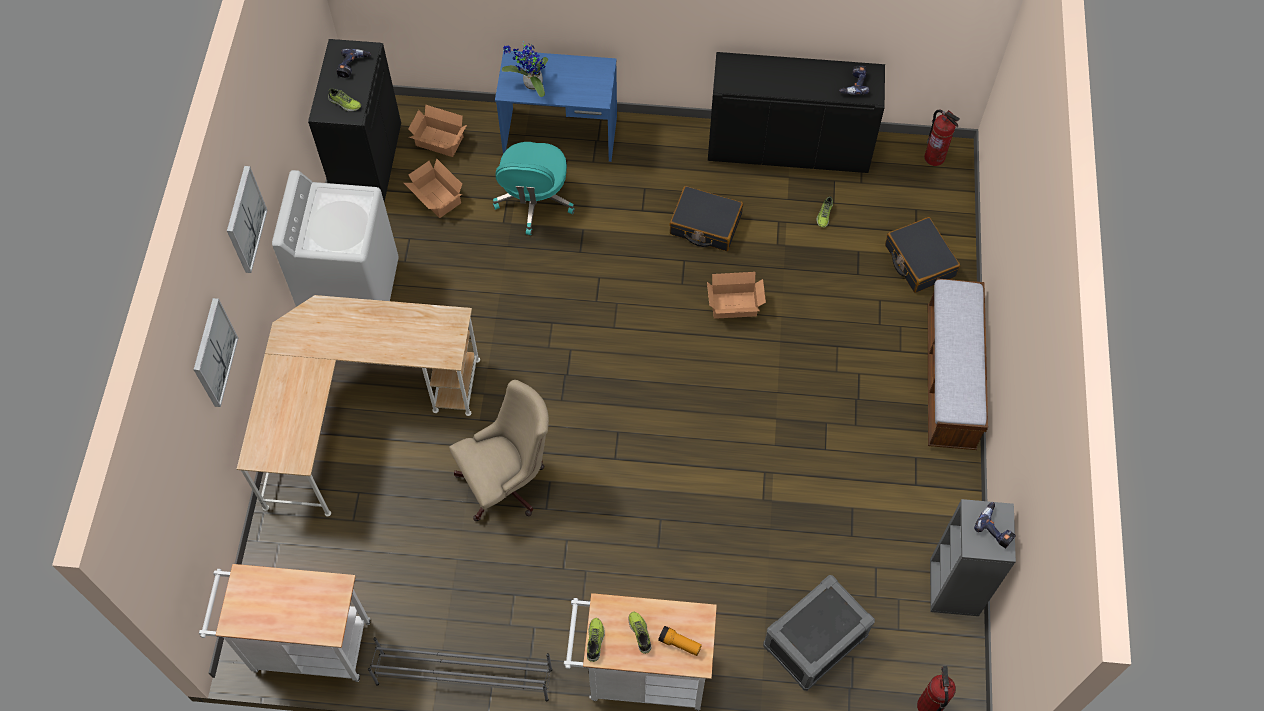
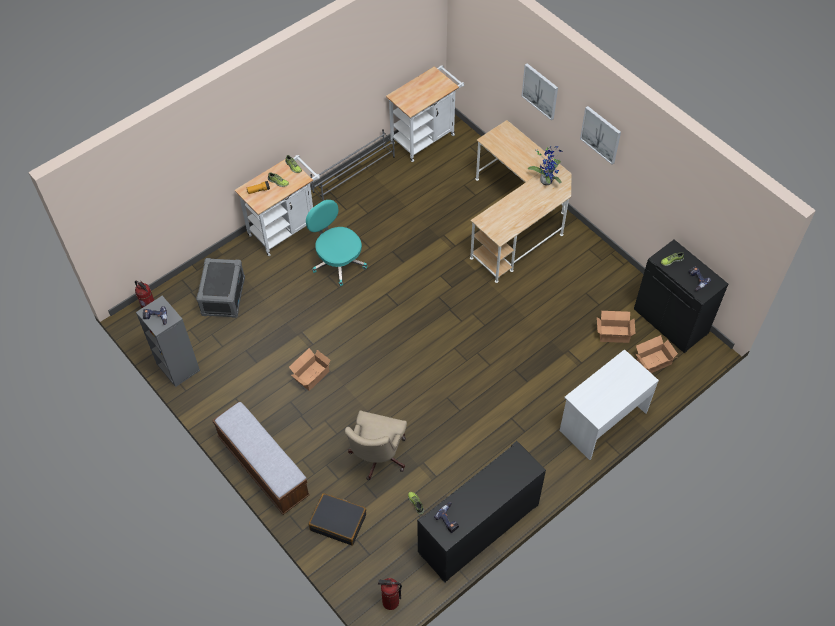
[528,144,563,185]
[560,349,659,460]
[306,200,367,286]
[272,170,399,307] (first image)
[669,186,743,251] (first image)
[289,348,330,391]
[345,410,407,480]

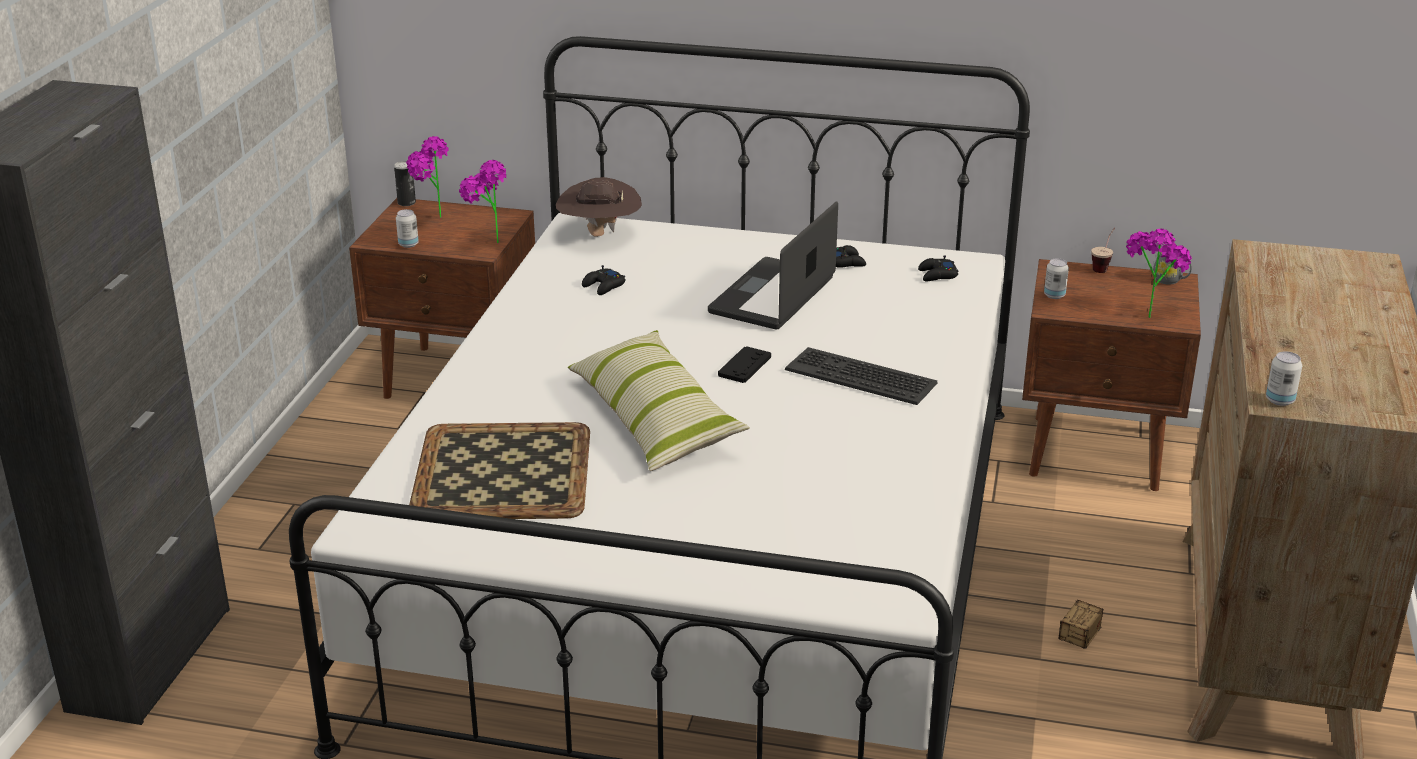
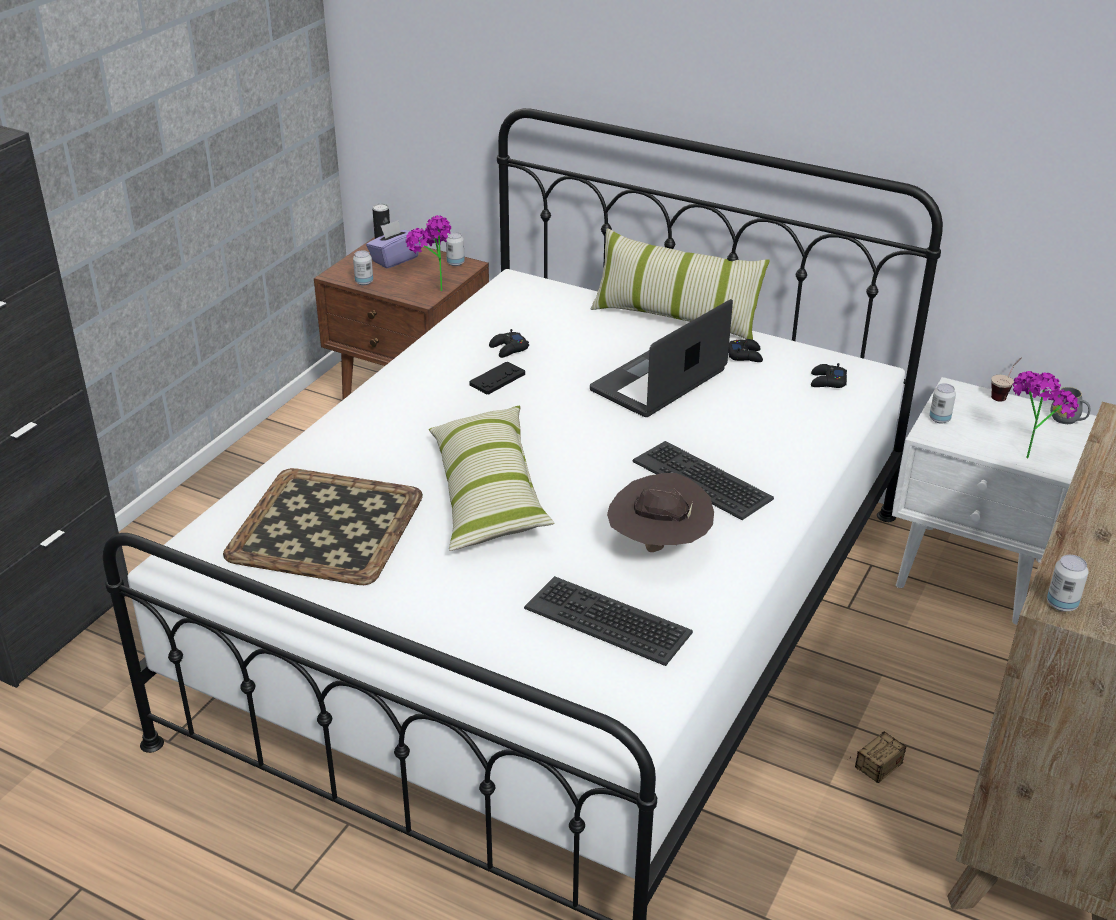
[366,220,422,269]
[607,473,714,552]
[892,377,1096,625]
[469,362,525,394]
[590,228,770,340]
[446,232,465,266]
[524,576,693,666]

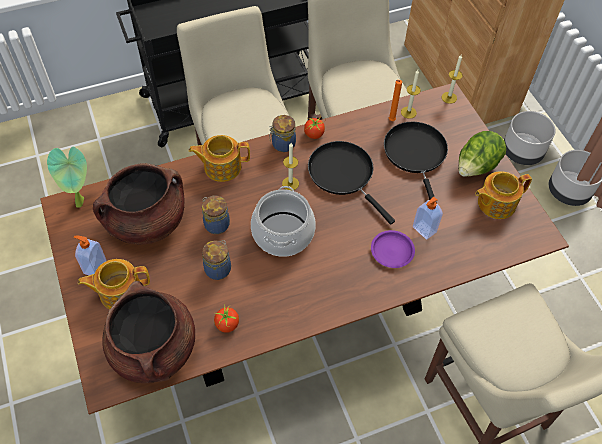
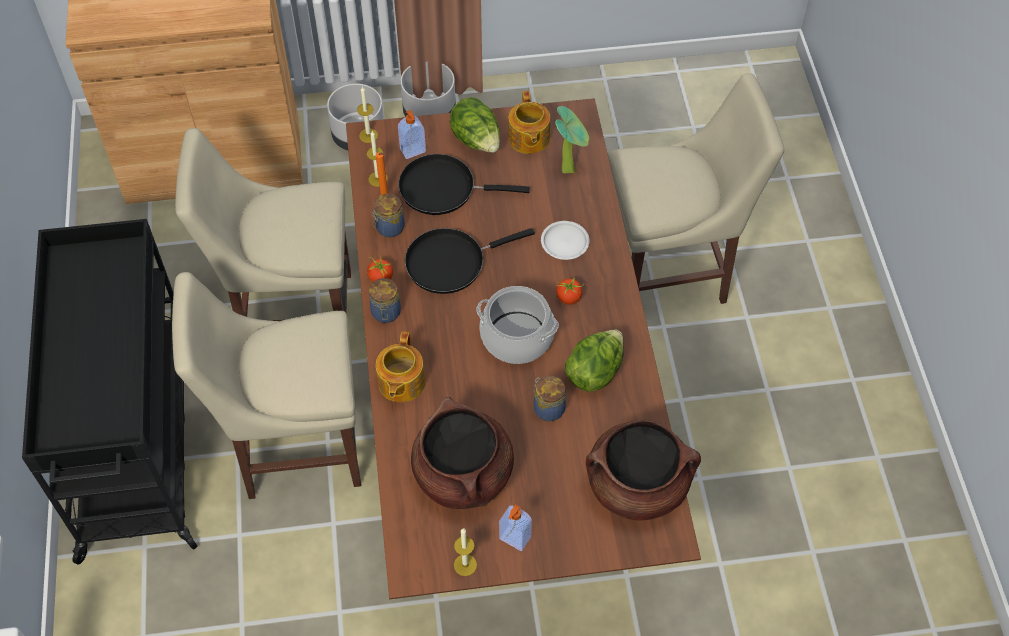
[454,528,477,576]
[555,106,589,174]
[372,193,404,238]
[398,110,426,159]
[541,221,589,260]
[78,259,150,309] (first image)
[556,278,583,305]
[565,330,624,392]

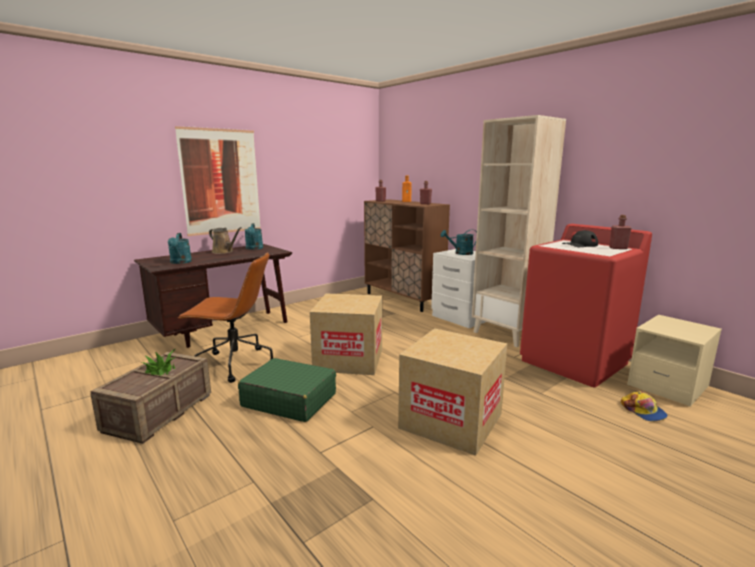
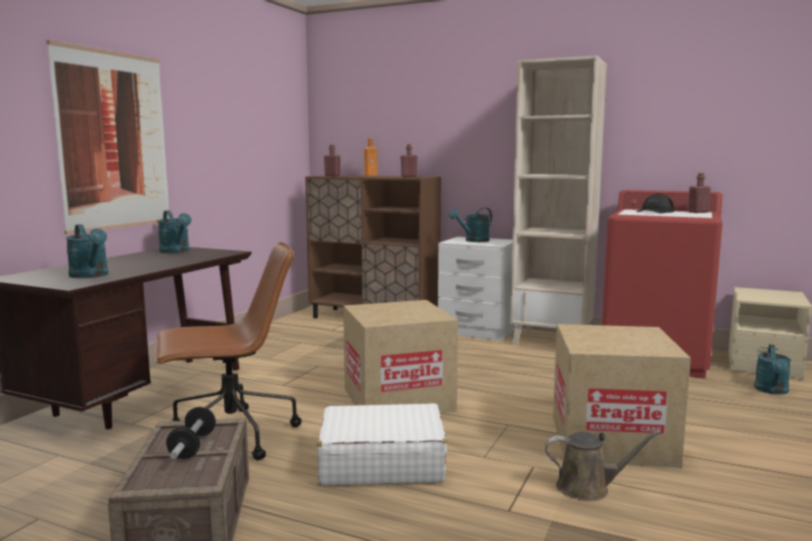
[545,430,661,501]
[166,407,216,459]
[317,403,447,486]
[754,344,791,395]

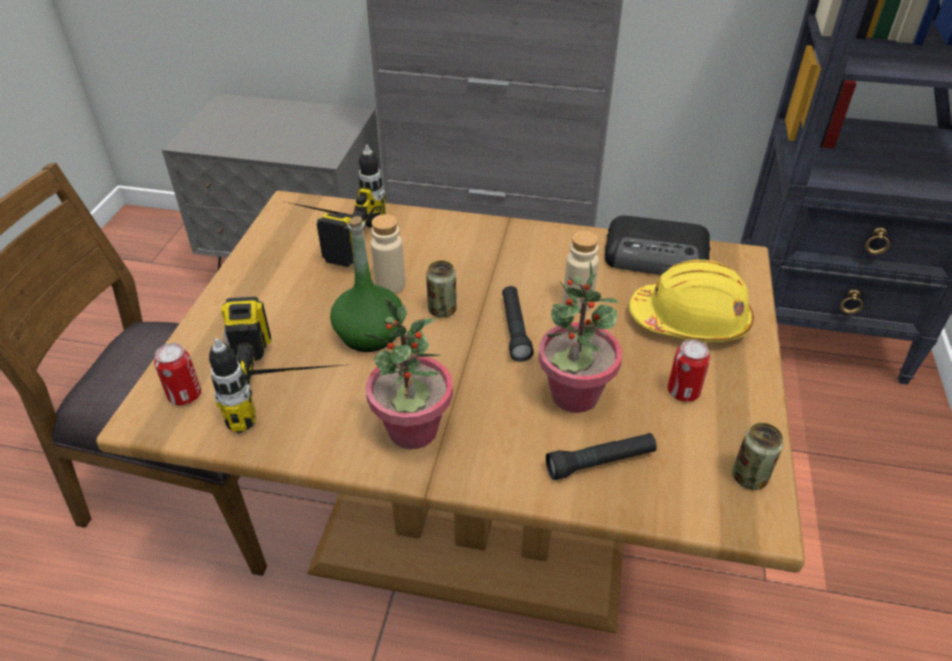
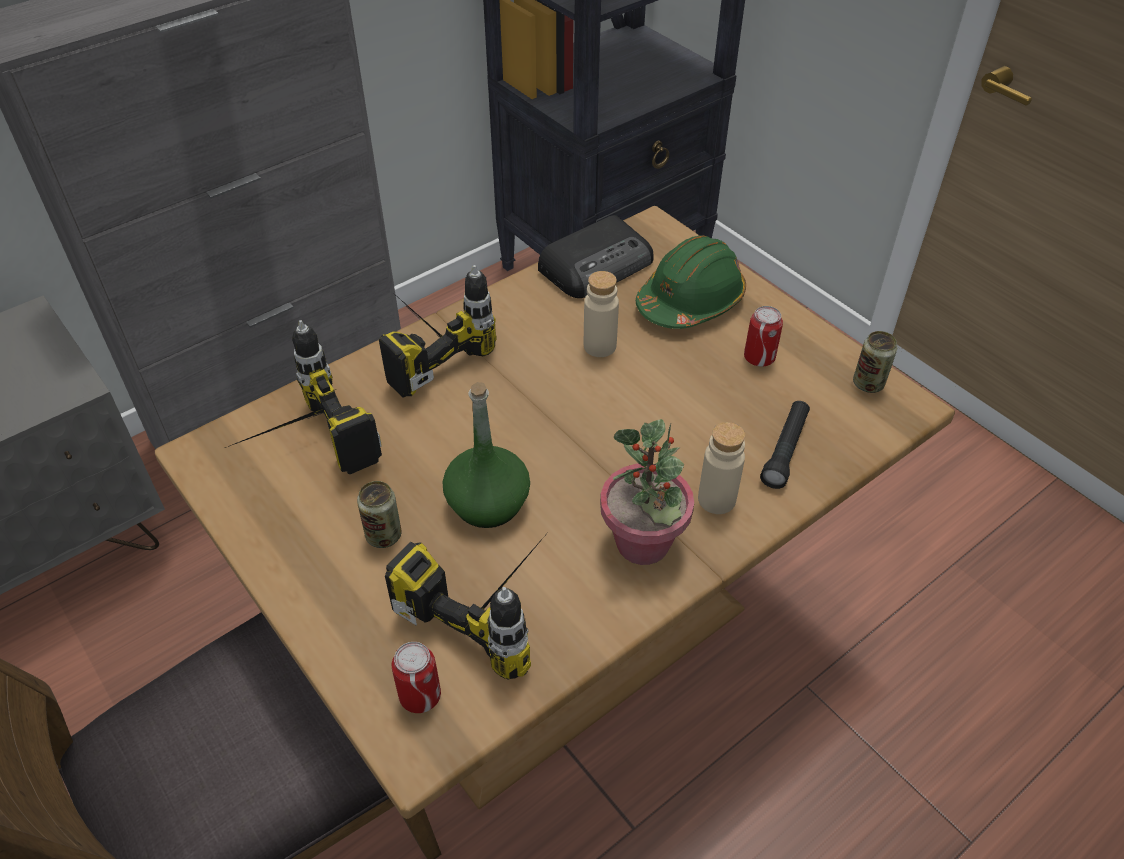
[698,422,745,514]
[357,481,402,548]
[636,235,746,329]
[538,261,622,413] (first image)
[502,286,534,362] (first image)
[379,265,497,397]

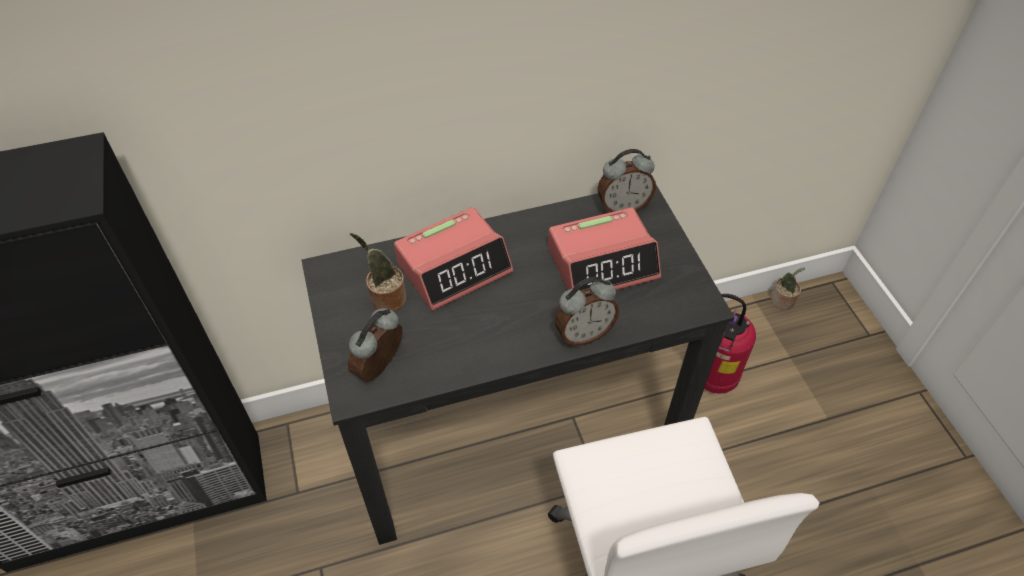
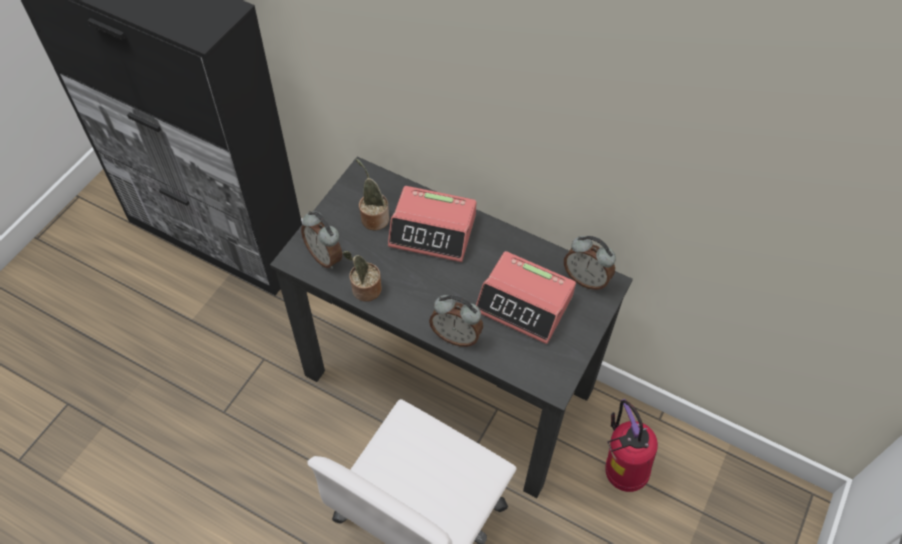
[342,251,382,302]
[301,211,342,269]

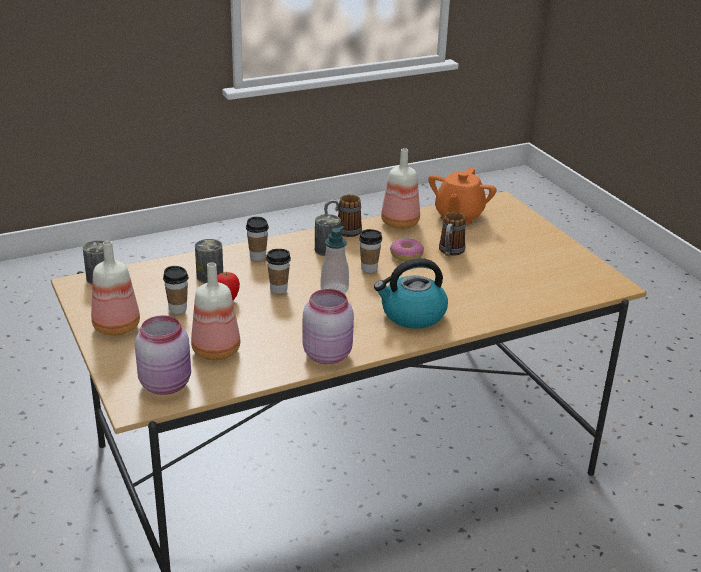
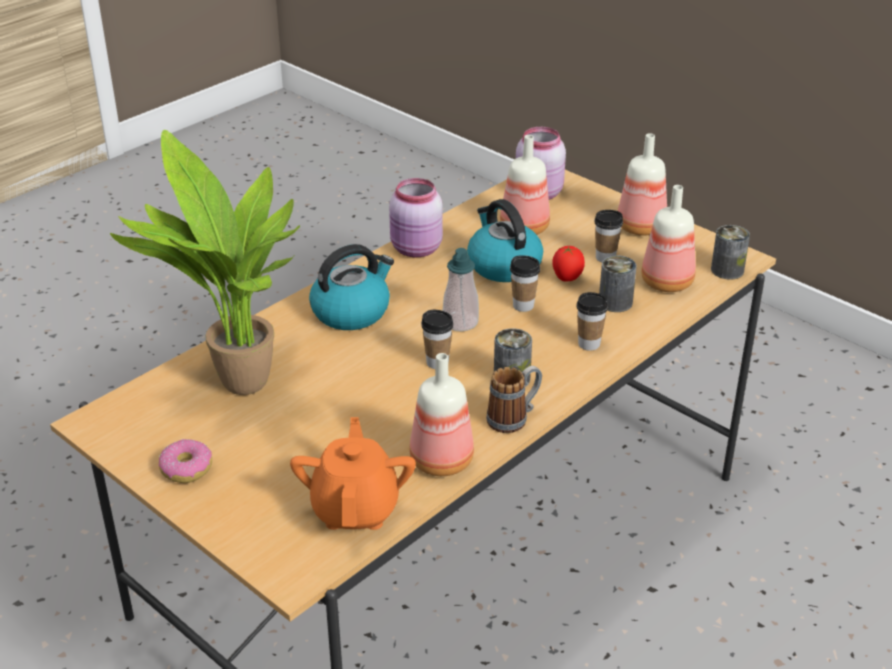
[439,212,466,256] (first image)
[159,439,212,483]
[110,130,300,395]
[641,185,696,292]
[467,199,543,282]

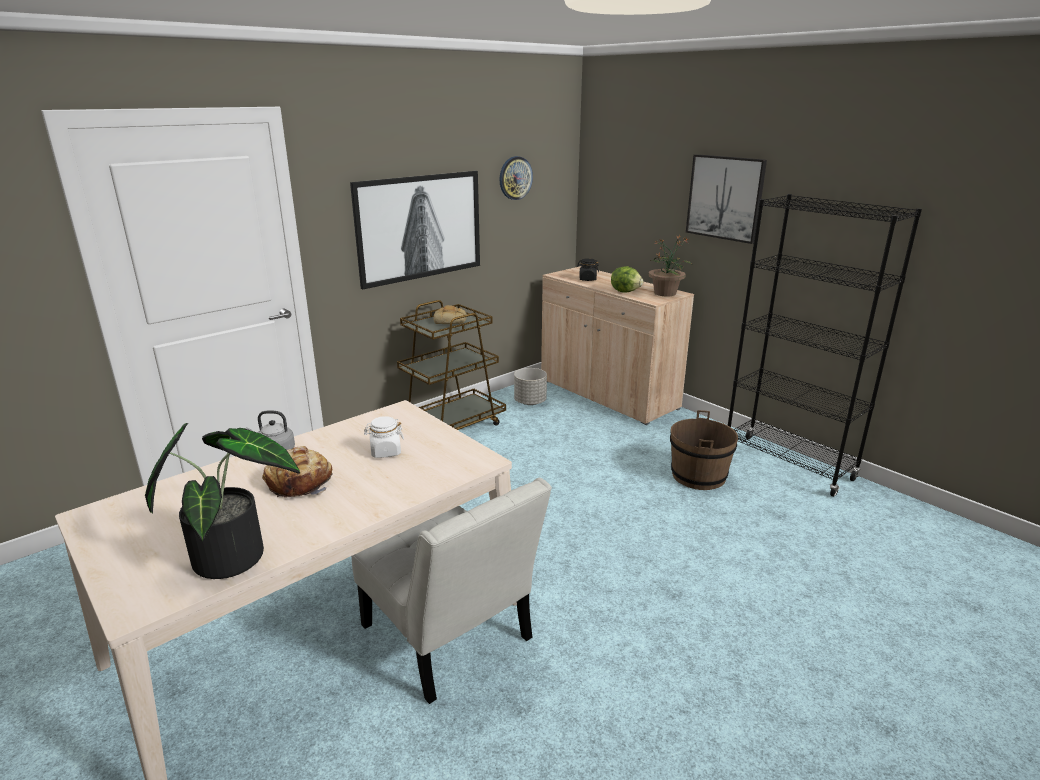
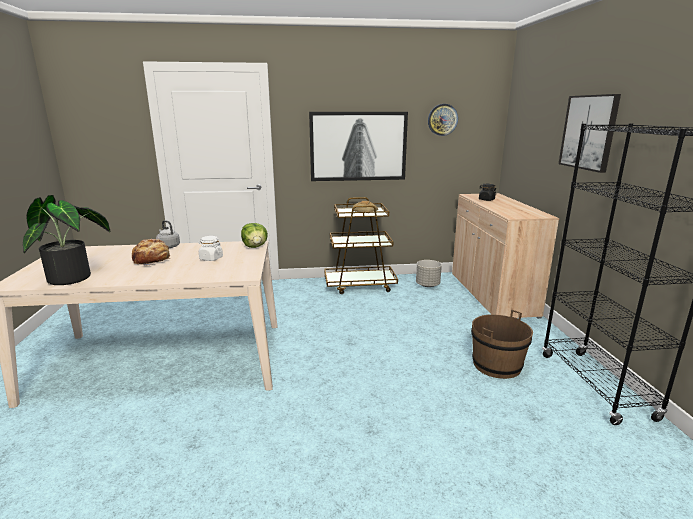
[649,235,692,297] (first image)
[241,223,268,248]
[351,478,552,704] (first image)

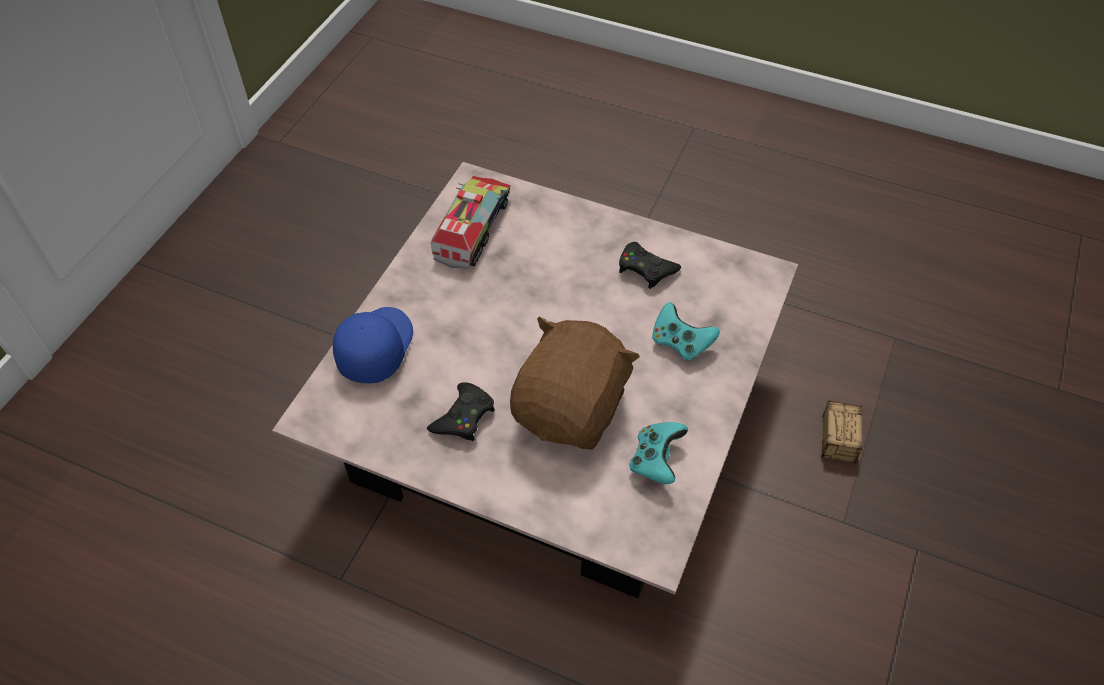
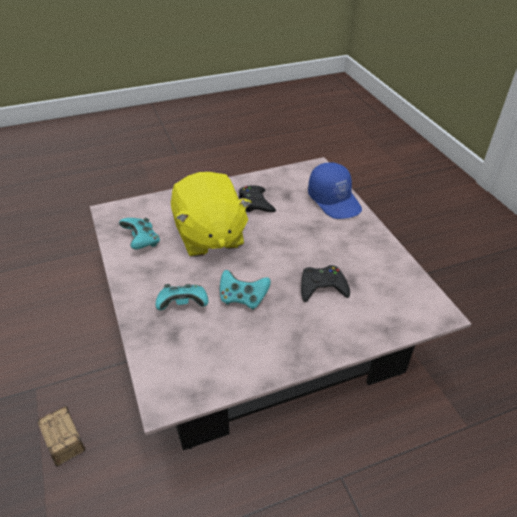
[430,176,511,269] (first image)
[301,265,350,302]
[171,172,252,257]
[220,270,271,310]

